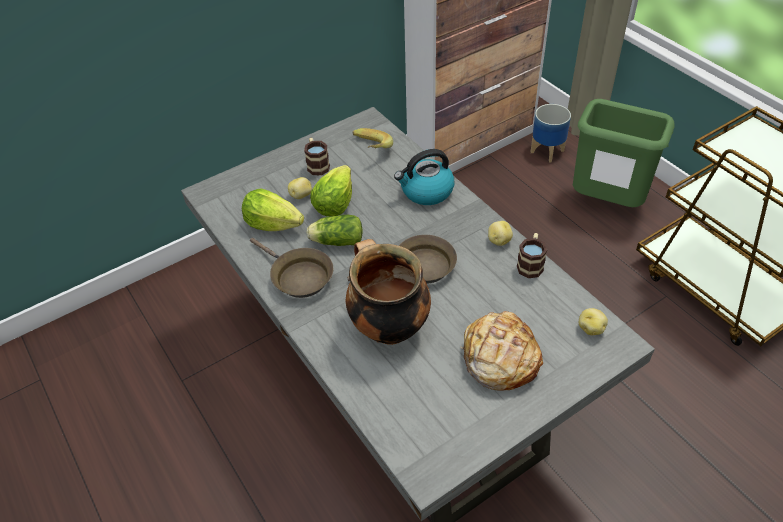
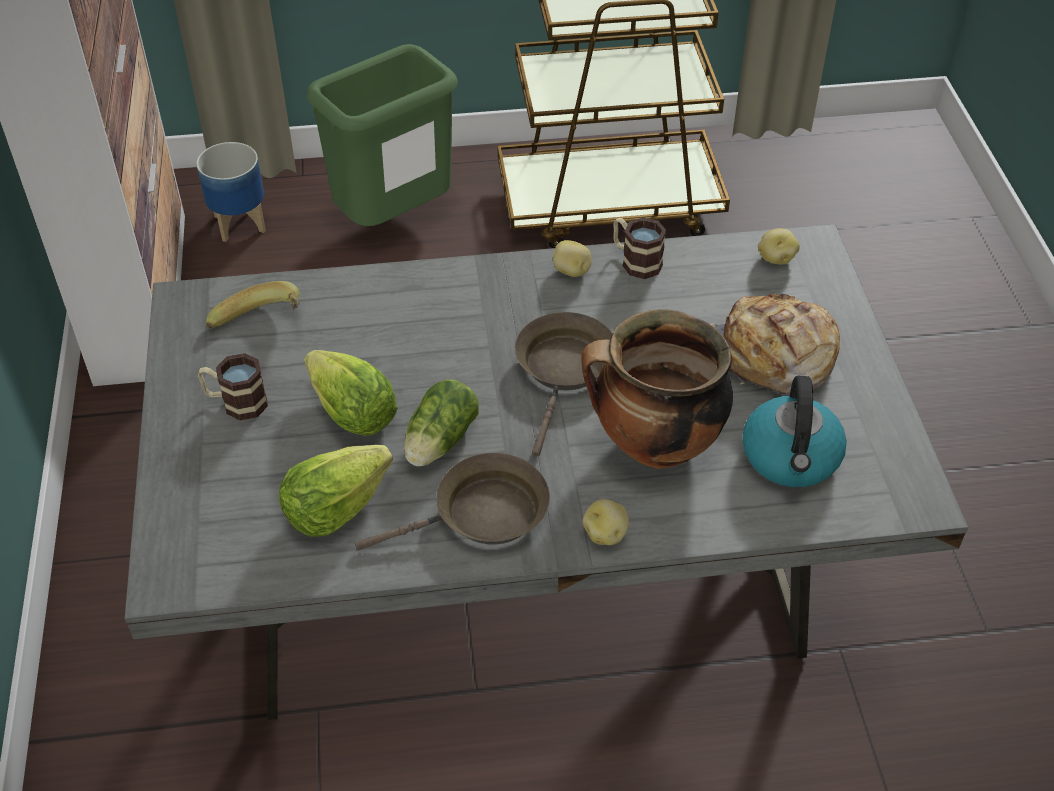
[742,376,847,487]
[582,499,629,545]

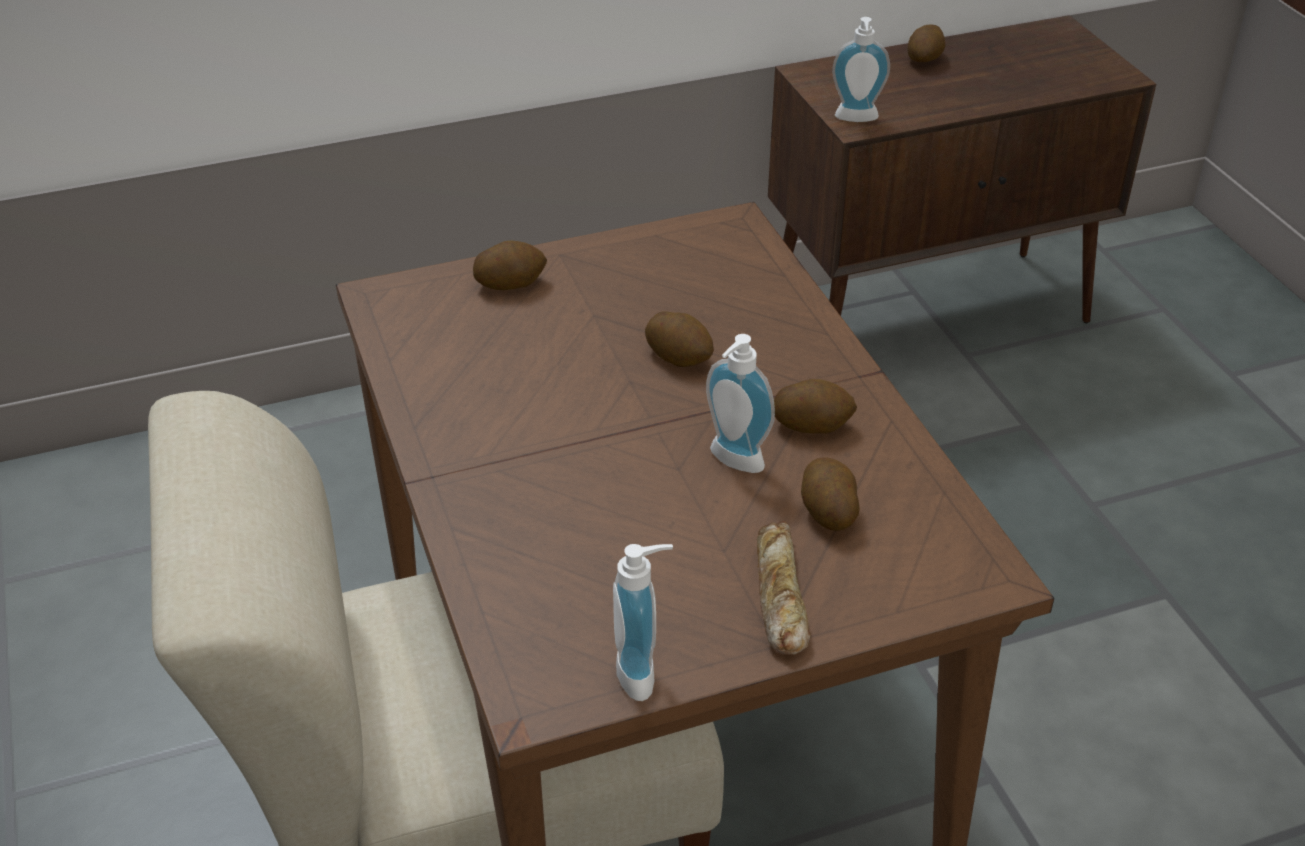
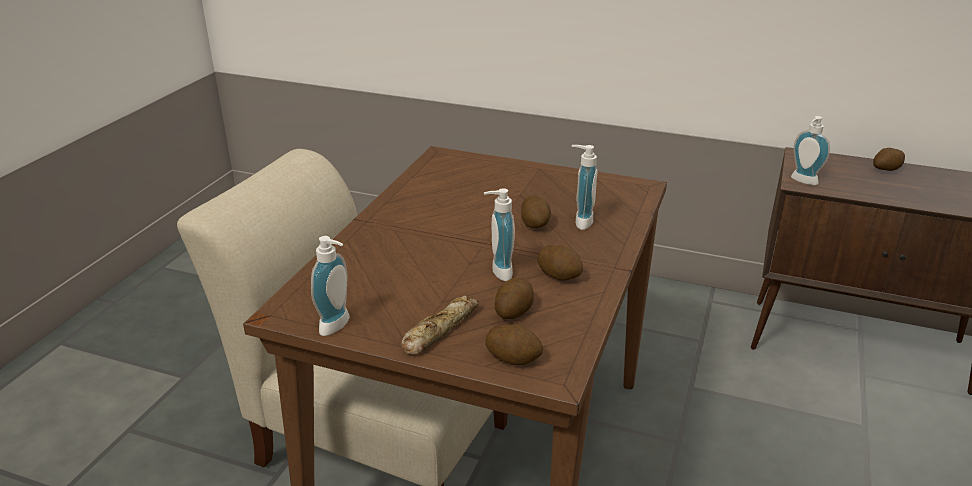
[486,324,543,365]
[572,145,597,230]

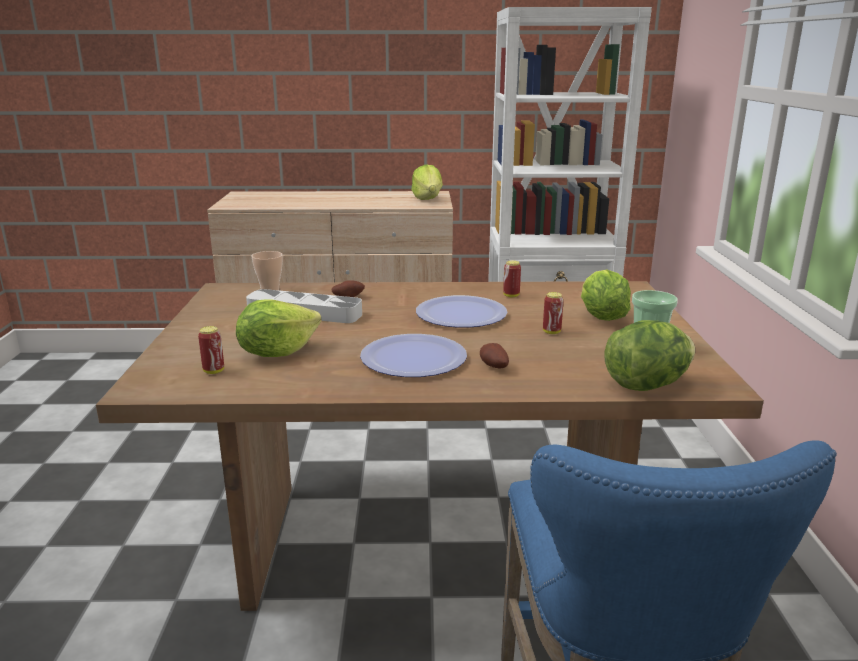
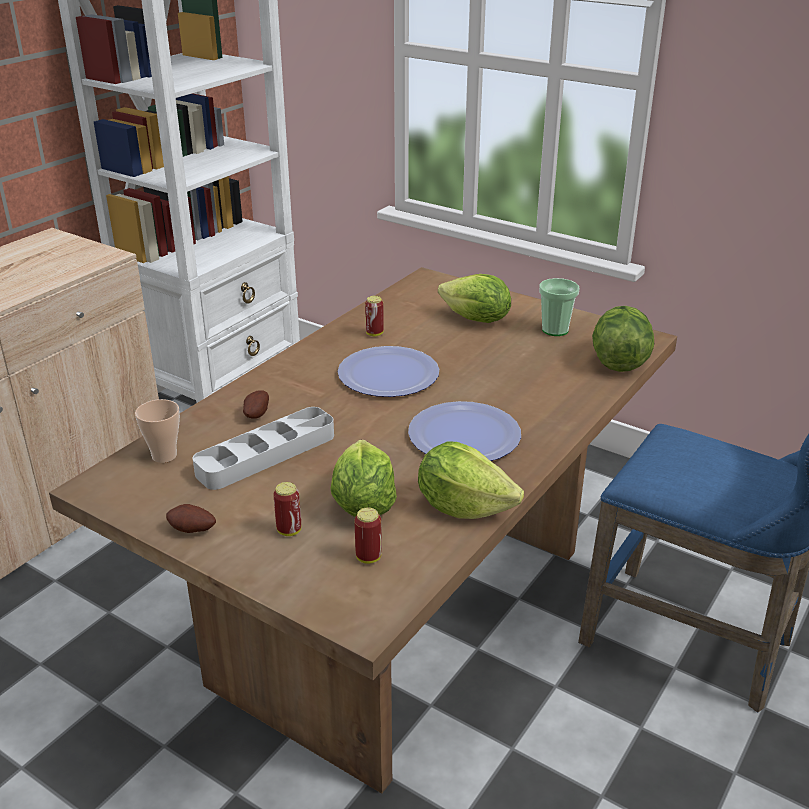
[418,441,524,519]
[273,482,301,536]
[166,504,216,533]

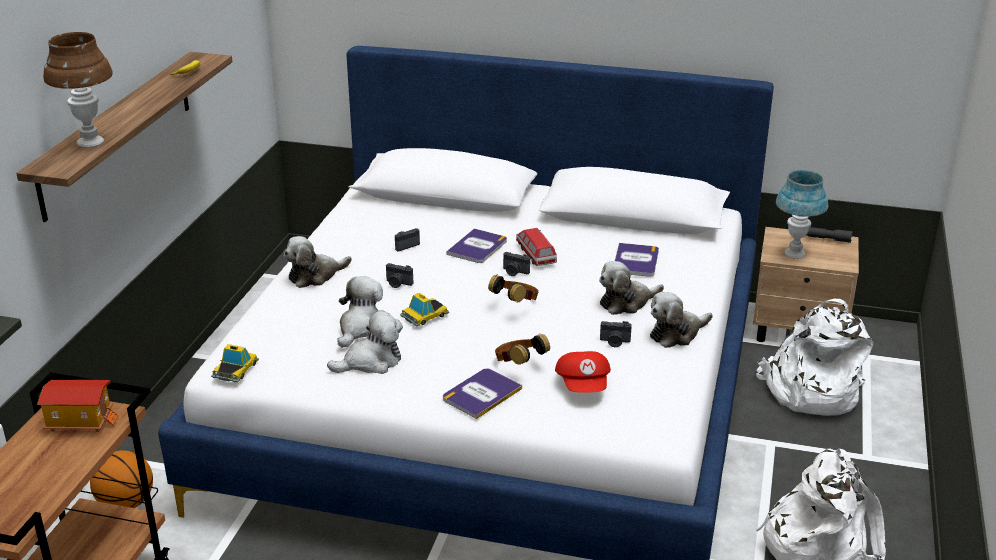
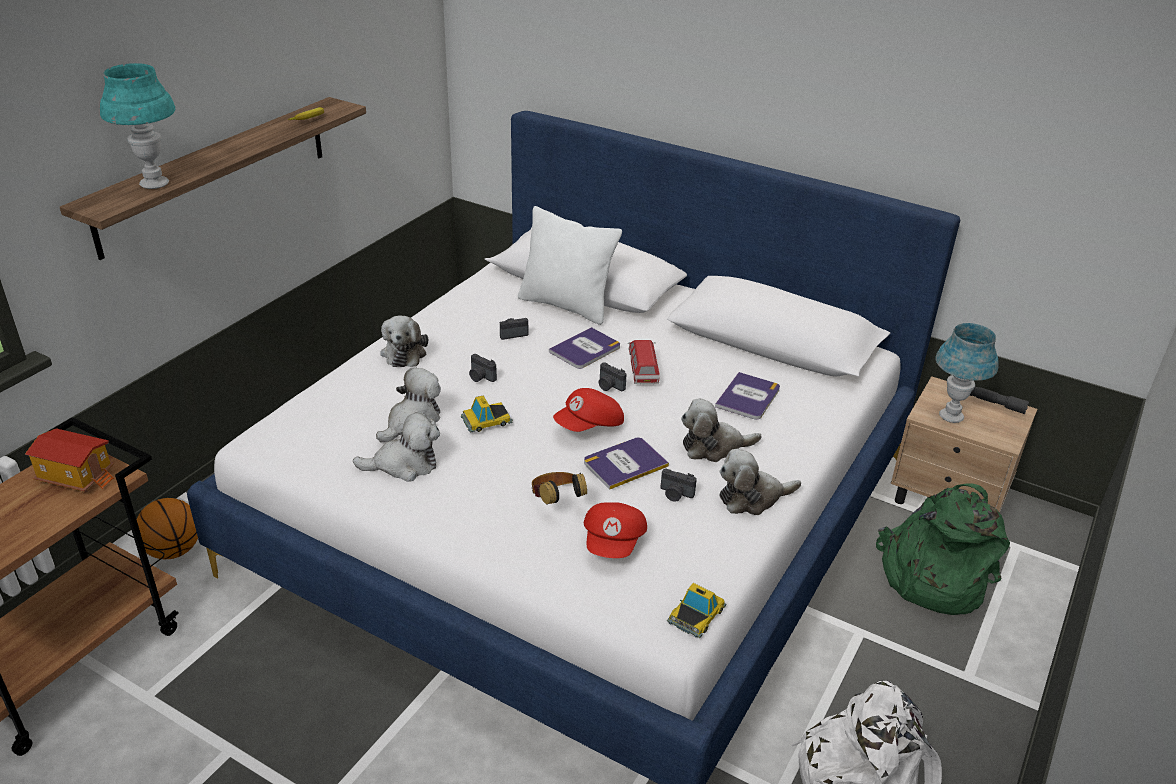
[100,63,175,189]
[380,315,428,367]
[553,388,624,432]
[876,483,1010,615]
[667,583,726,638]
[584,438,669,490]
[518,206,622,325]

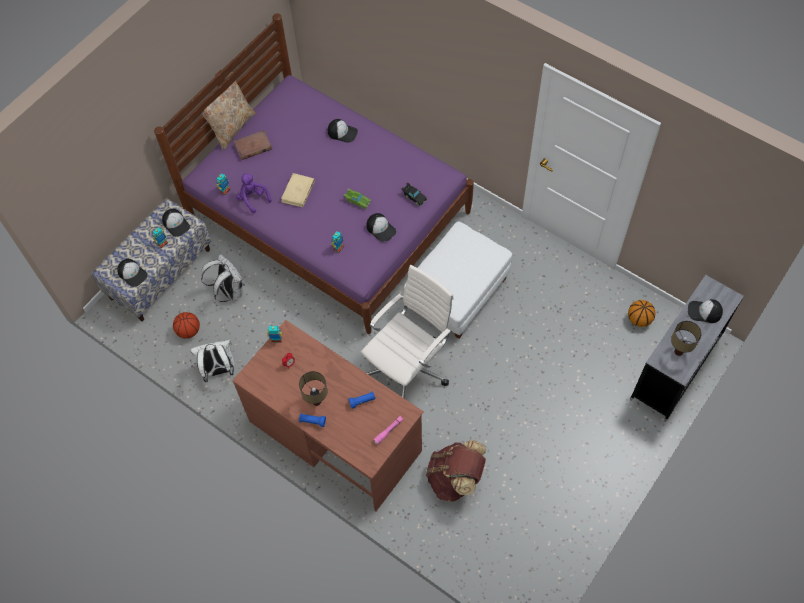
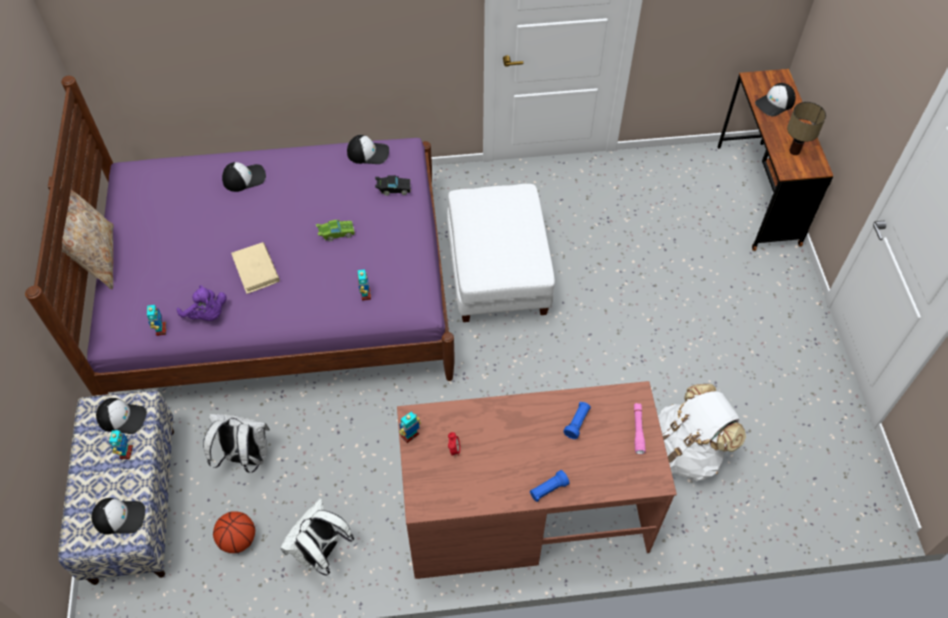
[234,130,272,160] (first image)
[177,285,226,321]
[347,135,389,164]
[361,265,454,398] (first image)
[718,69,833,251]
[628,300,656,327] (first image)
[299,371,328,406] (first image)
[658,384,746,482]

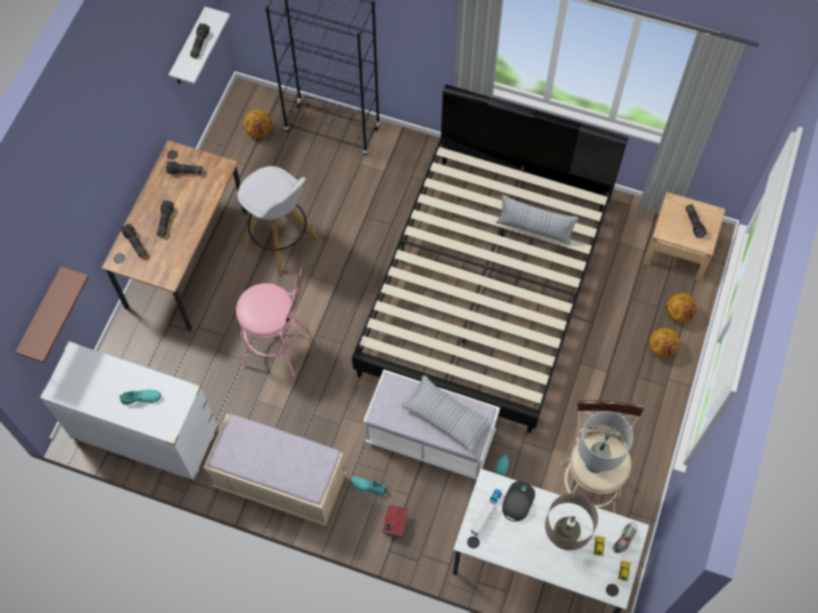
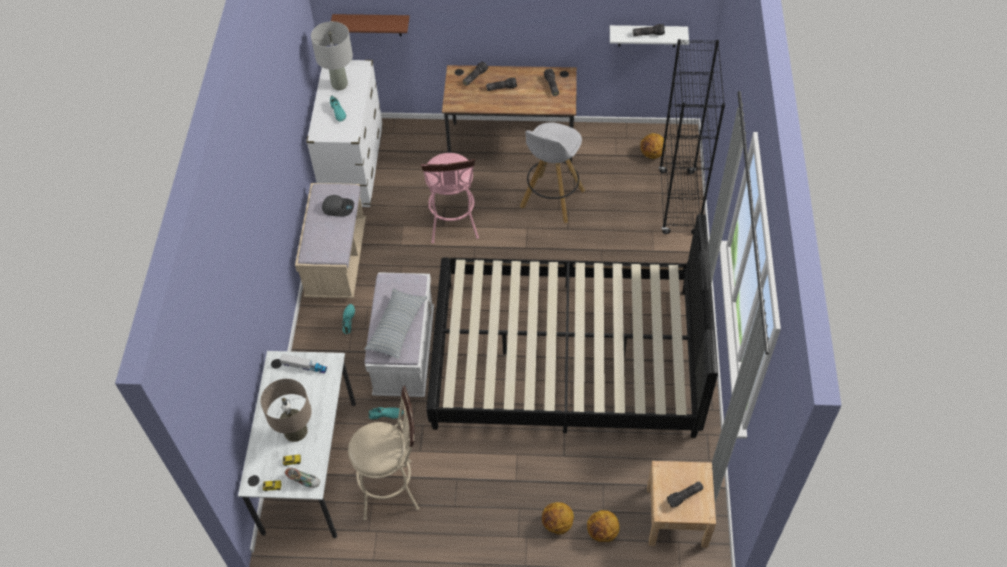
[496,195,578,245] (first image)
[311,21,353,90]
[322,195,354,216]
[382,505,408,538] (first image)

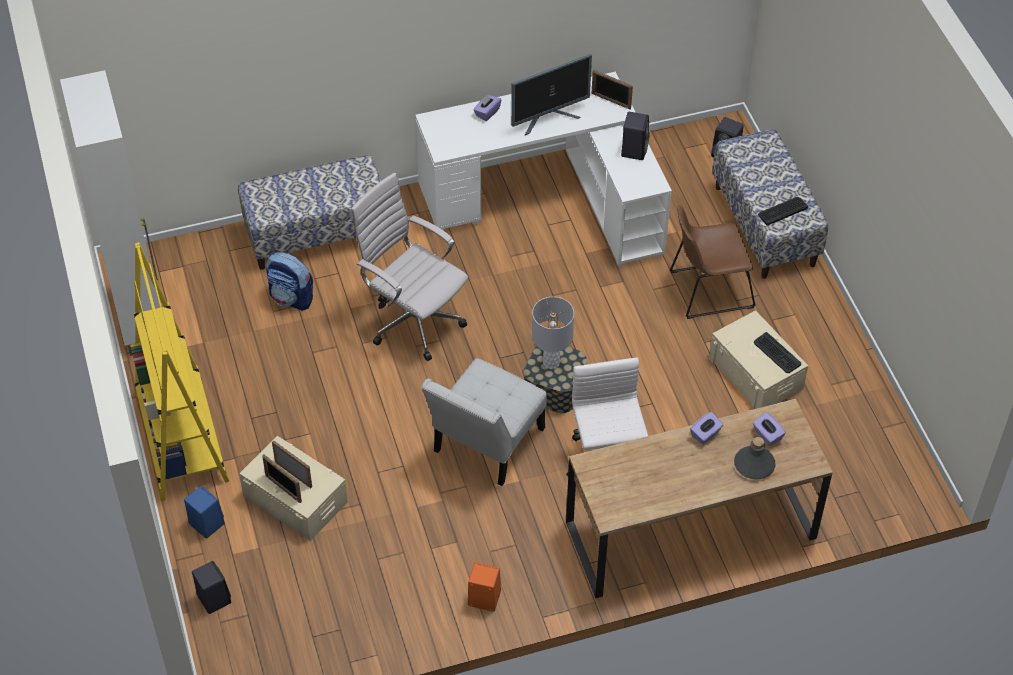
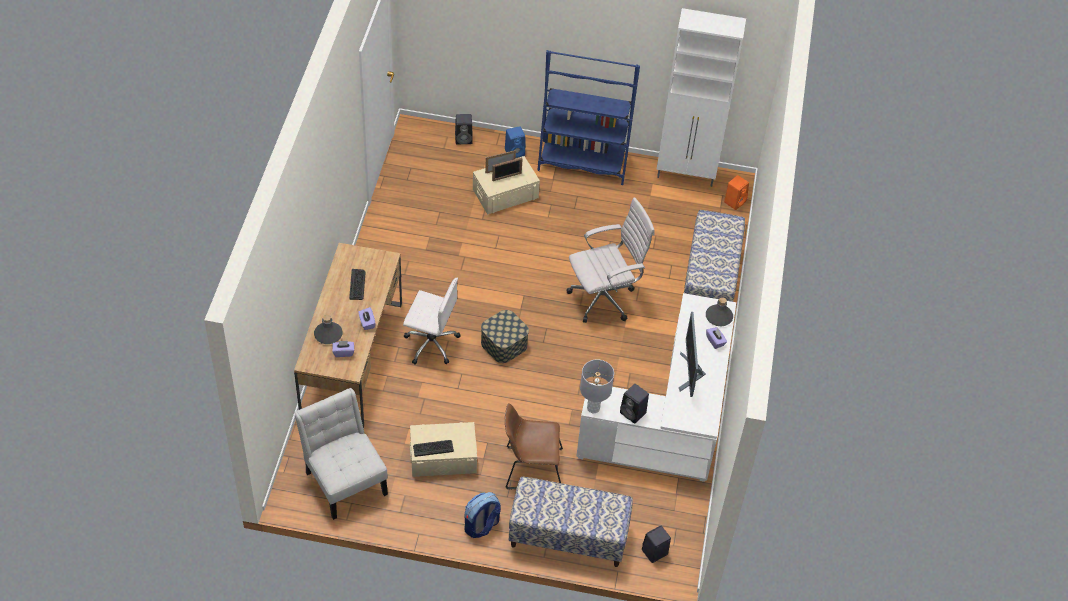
[591,70,633,109] (first image)
[349,269,366,300]
[505,403,563,489]
[537,50,640,185]
[464,492,501,538]
[580,359,614,414]
[294,388,388,520]
[724,175,749,210]
[706,297,733,326]

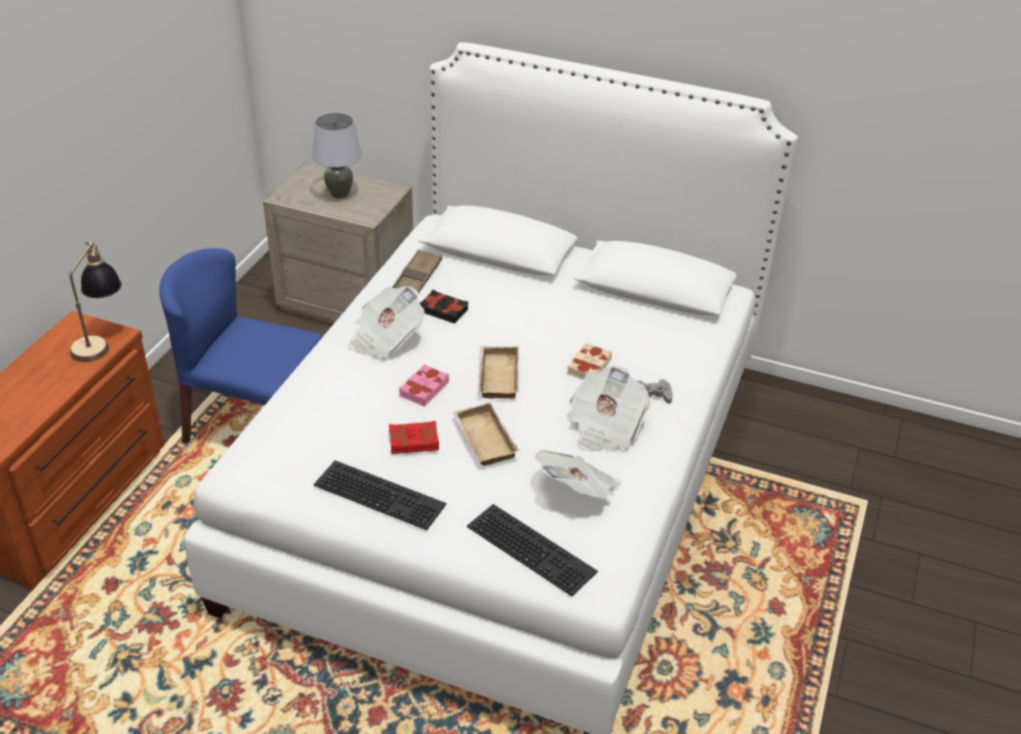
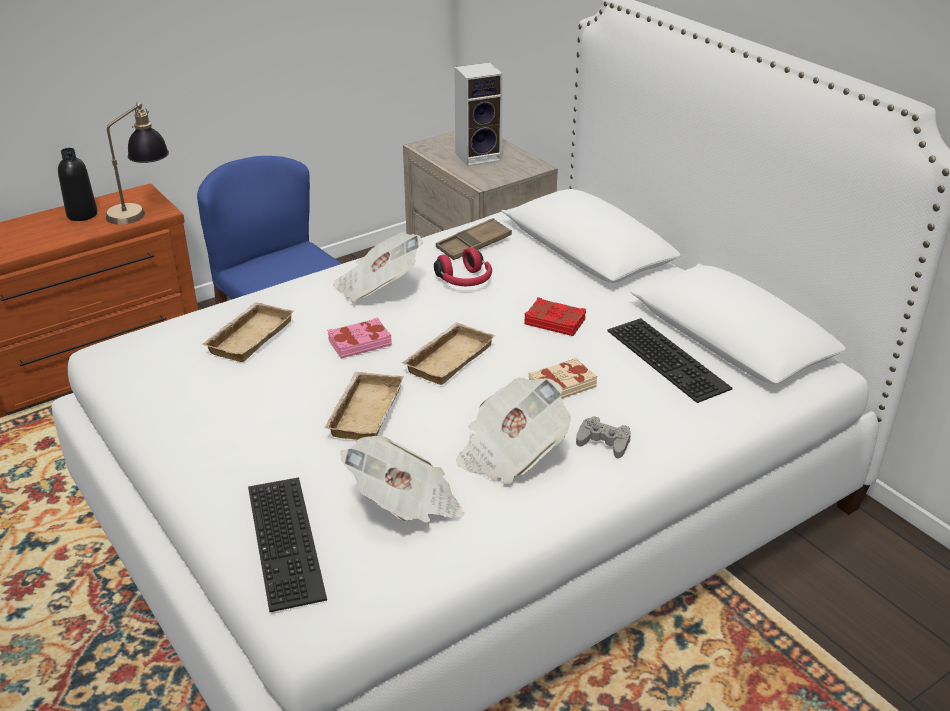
[454,62,503,167]
[434,247,492,286]
[524,297,586,336]
[607,318,732,403]
[58,148,97,221]
[201,302,294,362]

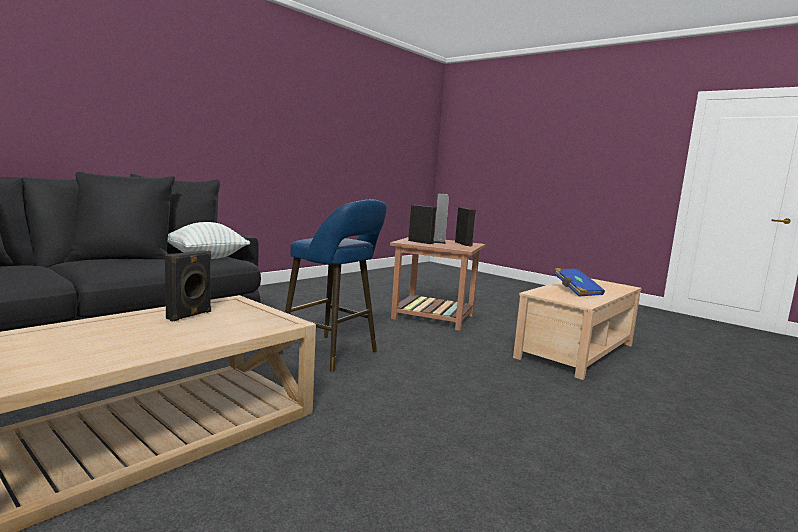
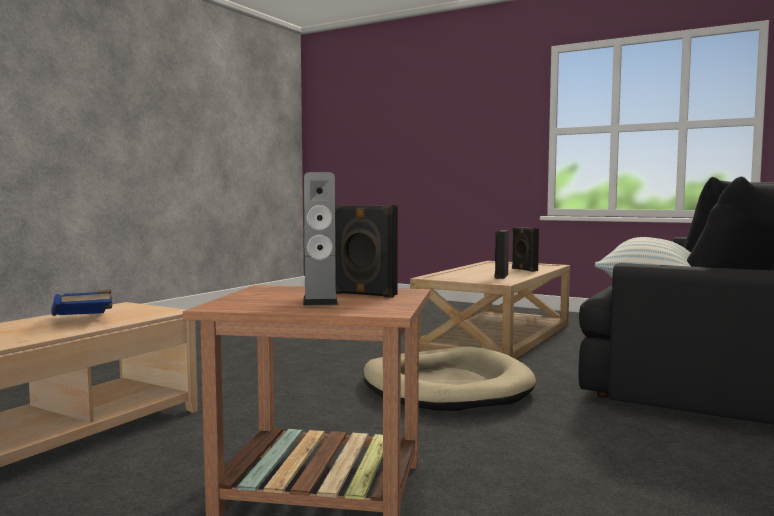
[363,347,536,411]
[512,227,539,272]

